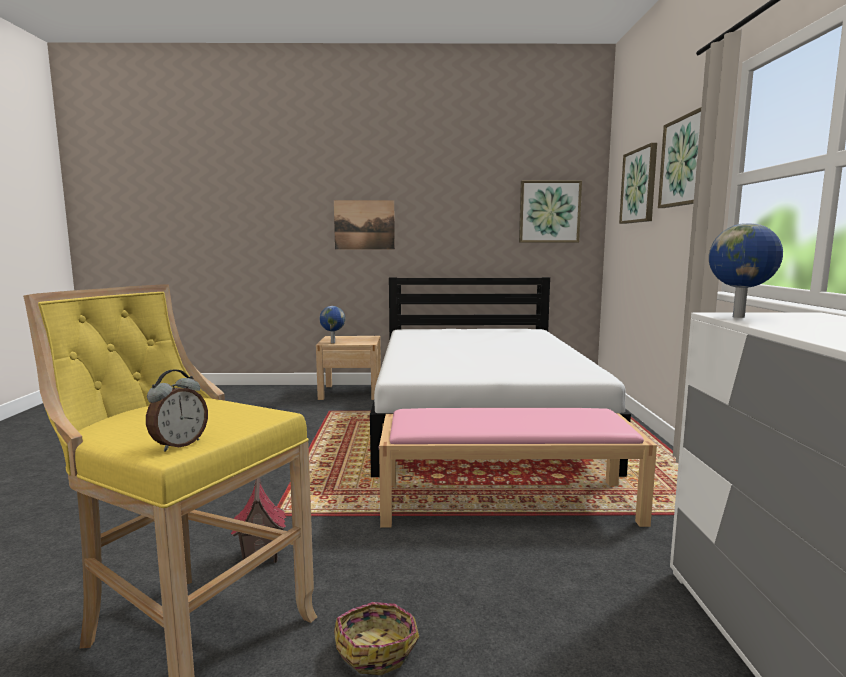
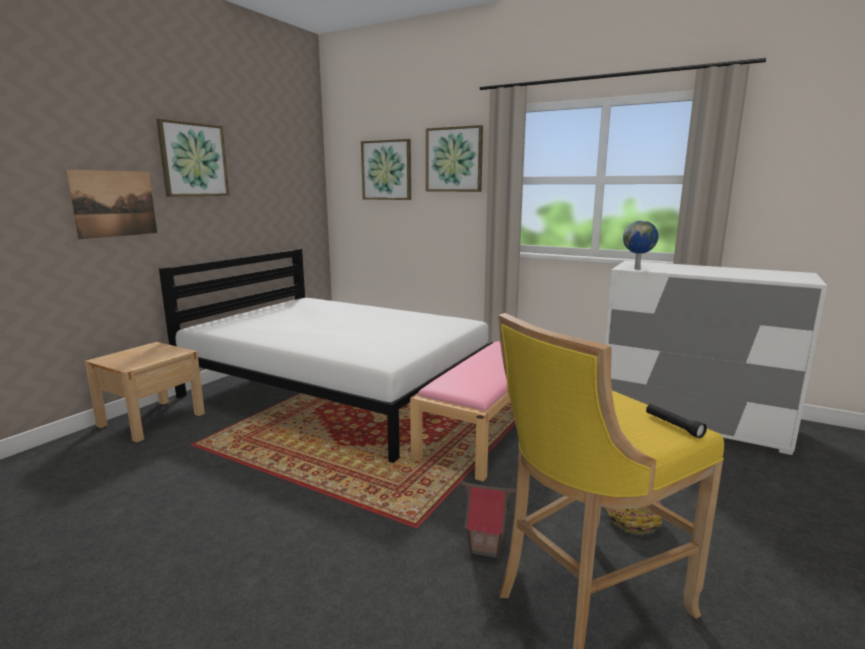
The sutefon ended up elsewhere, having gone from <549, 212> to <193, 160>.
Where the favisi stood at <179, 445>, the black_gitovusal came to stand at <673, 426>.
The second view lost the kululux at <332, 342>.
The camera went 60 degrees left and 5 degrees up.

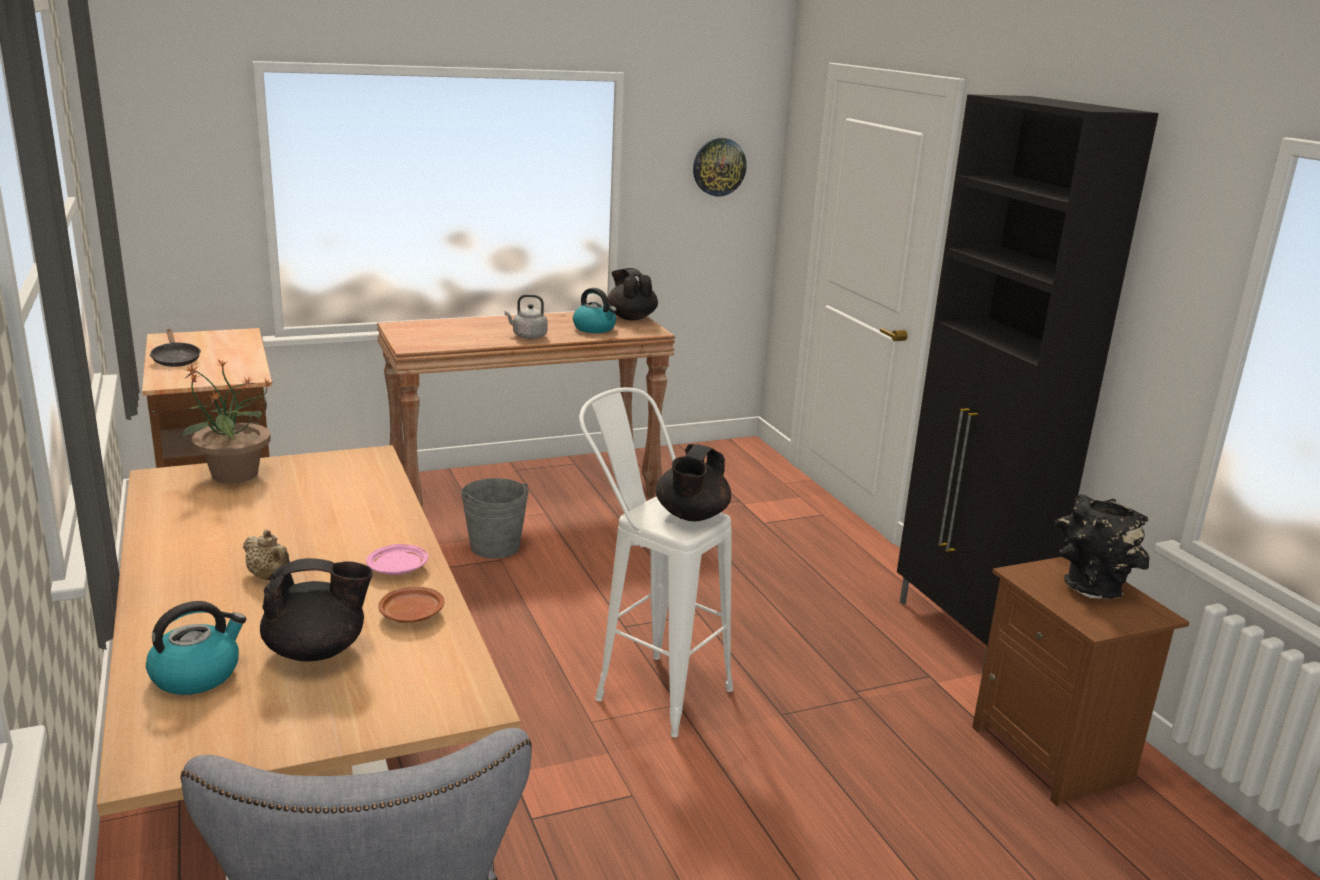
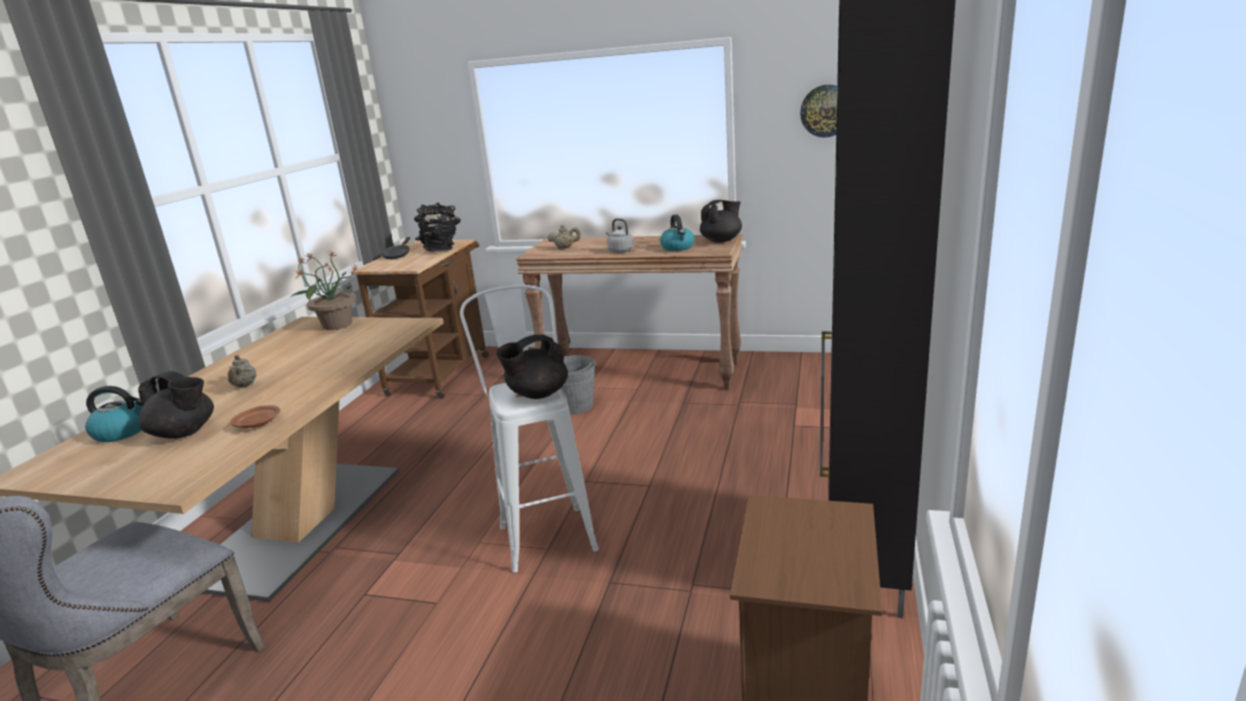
The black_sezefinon ended up elsewhere, having gone from <1089, 587> to <441, 249>.
The second view gained the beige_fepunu at <565, 248>.
The black_fepunu at <631, 317> ended up facing another way, 45 degrees clockwise from before.
The second view lost the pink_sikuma at <398, 569>.
The camera went 40 degrees right and 0 degrees up.

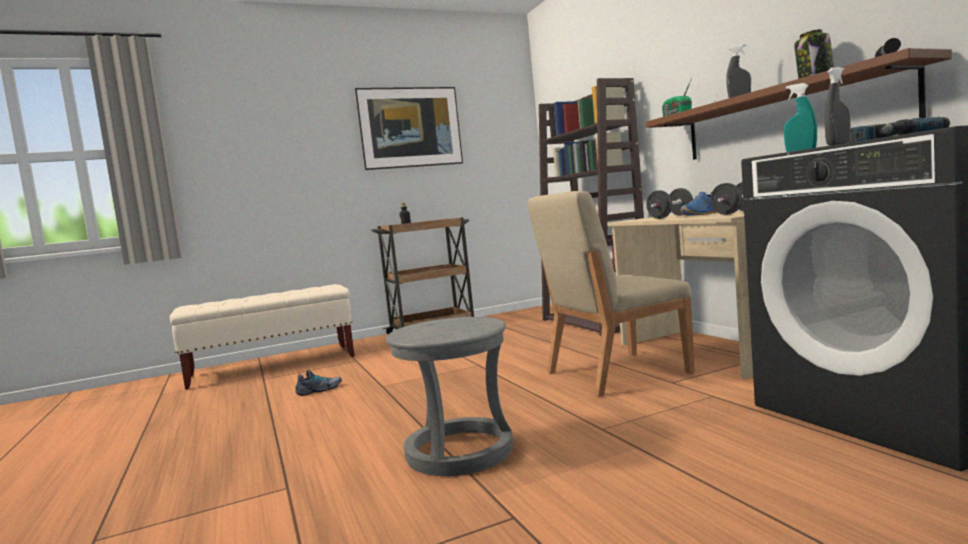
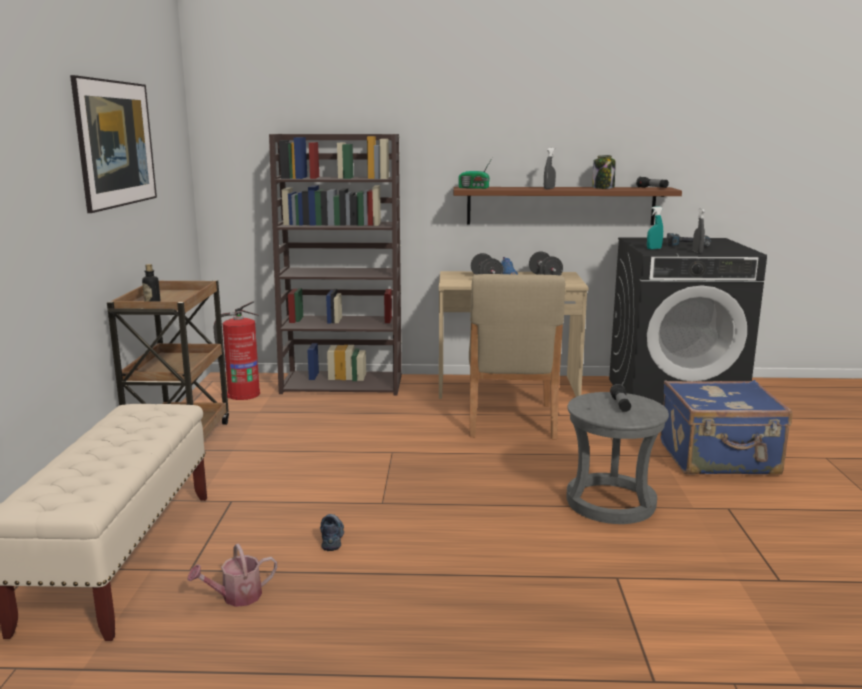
The second view gained the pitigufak at <236, 597>.
The second view gained the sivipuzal at <242, 394>.
The second view gained the gitovusal at <620, 405>.
The second view gained the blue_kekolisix at <719, 459>.
The camera went 65 degrees left and 10 degrees up.

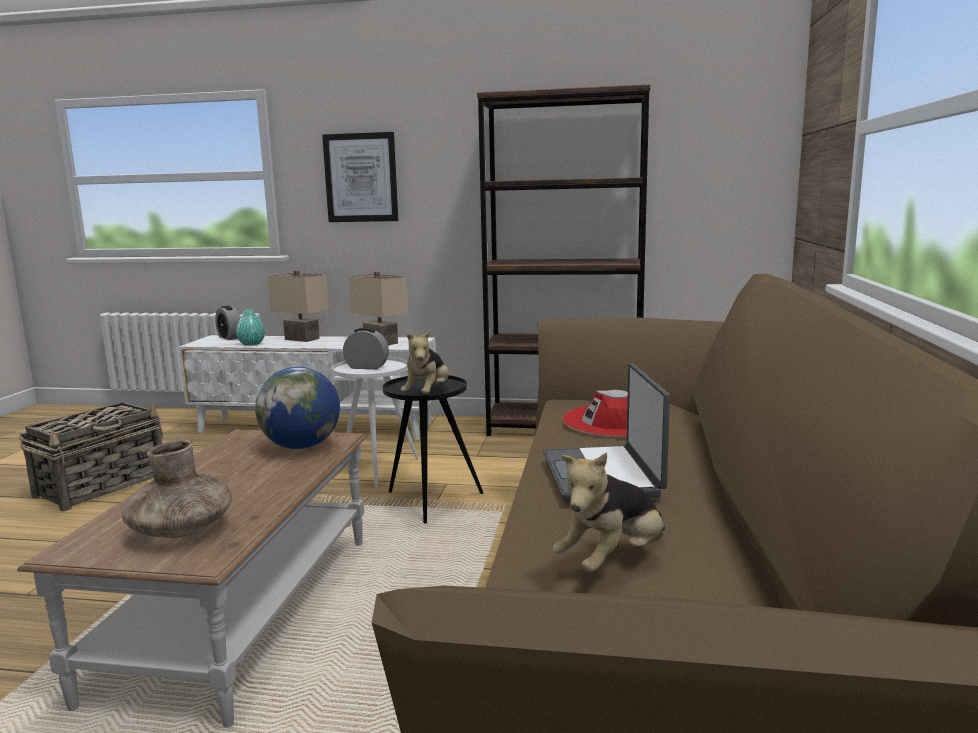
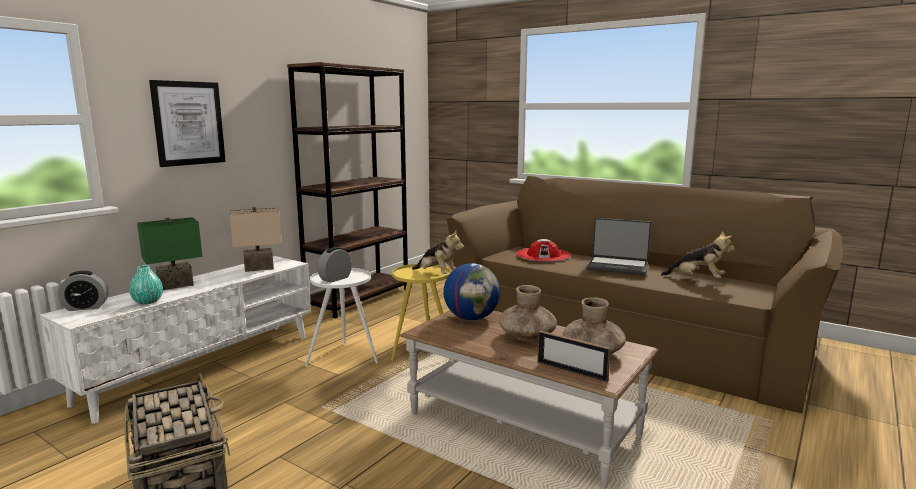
What was the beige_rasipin at <303, 339> turned into the green_rasipin at <175, 285>.
What was the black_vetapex at <430, 500> turned into the yellow_vetapex at <422, 351>.
The second view gained the brown_sezefinon at <527, 336>.
The second view gained the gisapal at <571, 372>.
The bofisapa at <613, 560> ended up facing another way, 45 degrees counterclockwise from before.
The camera went 65 degrees left and 0 degrees up.

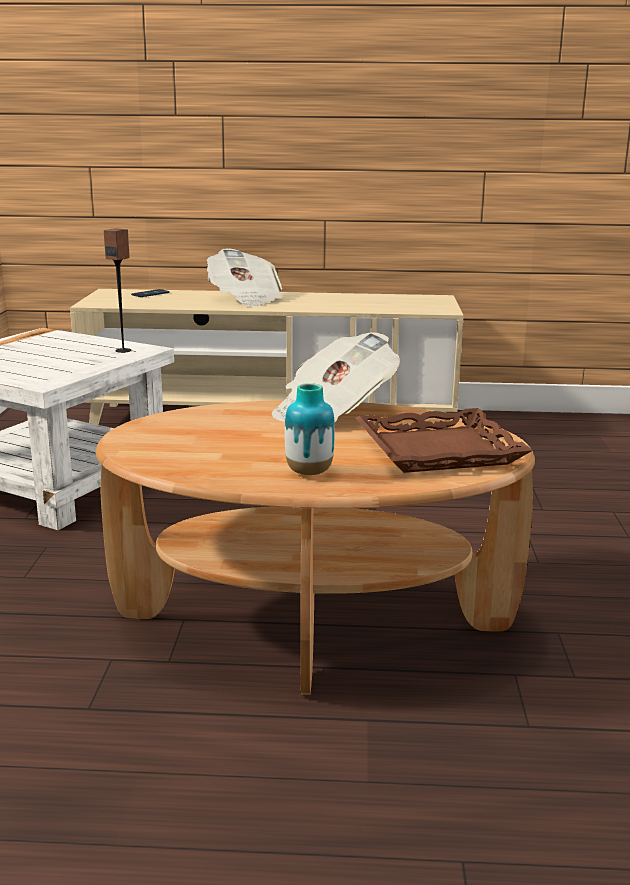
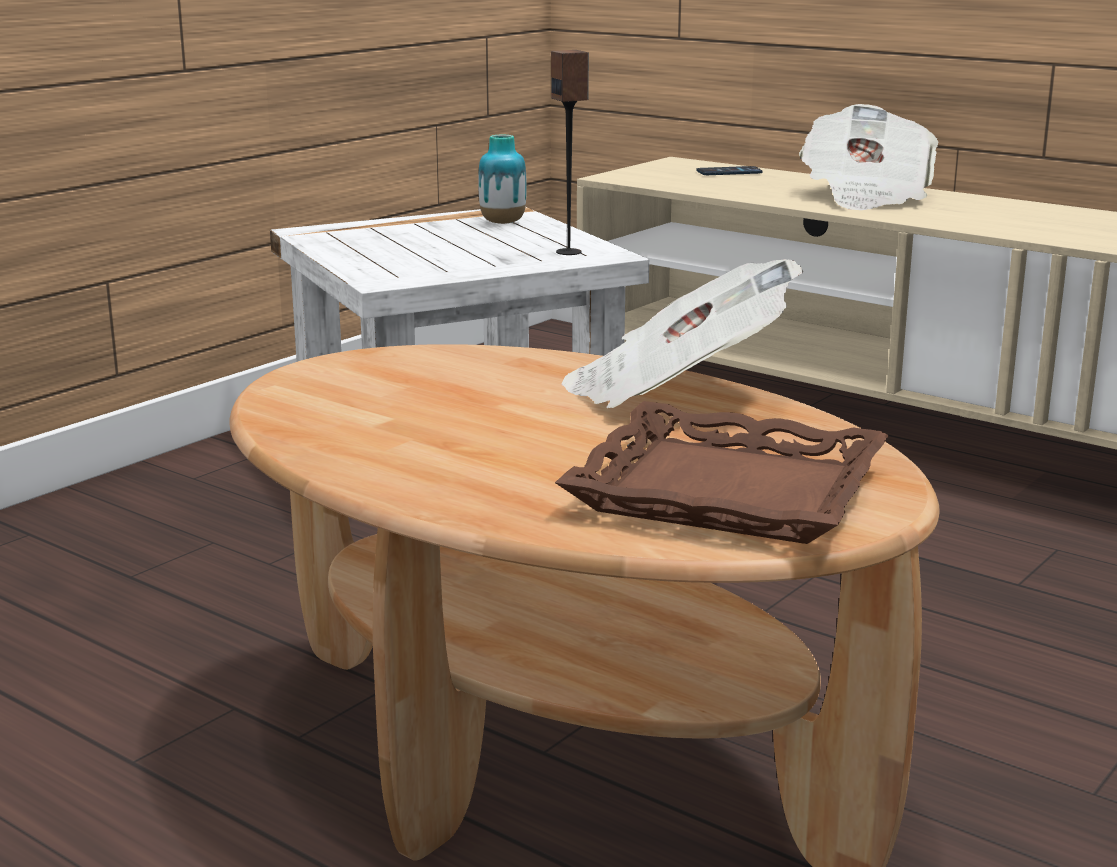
The sezefinon ended up elsewhere, having gone from <309, 472> to <502, 222>.
The camera went 35 degrees right and 0 degrees up.

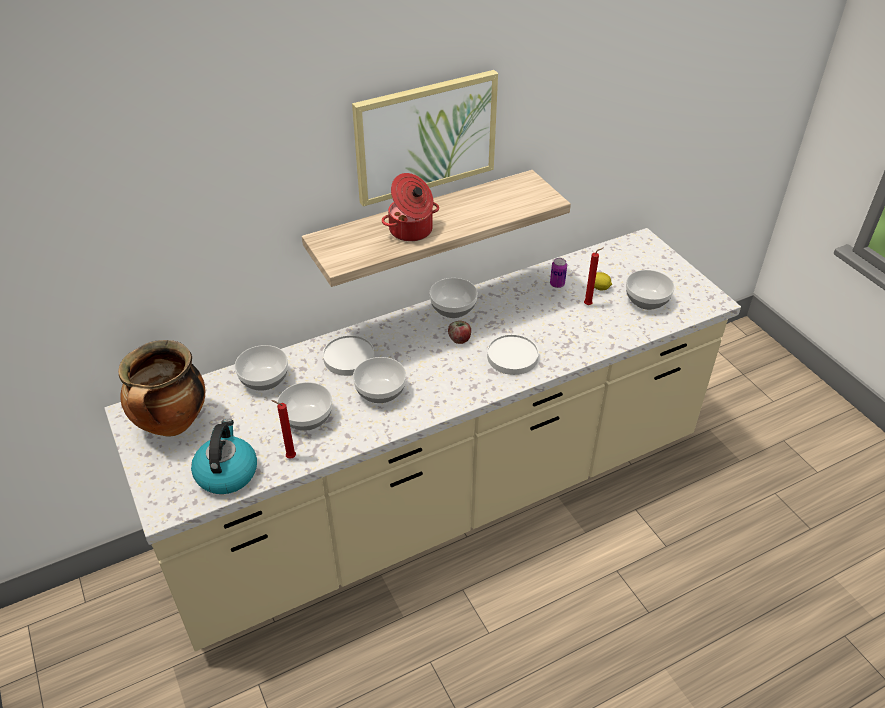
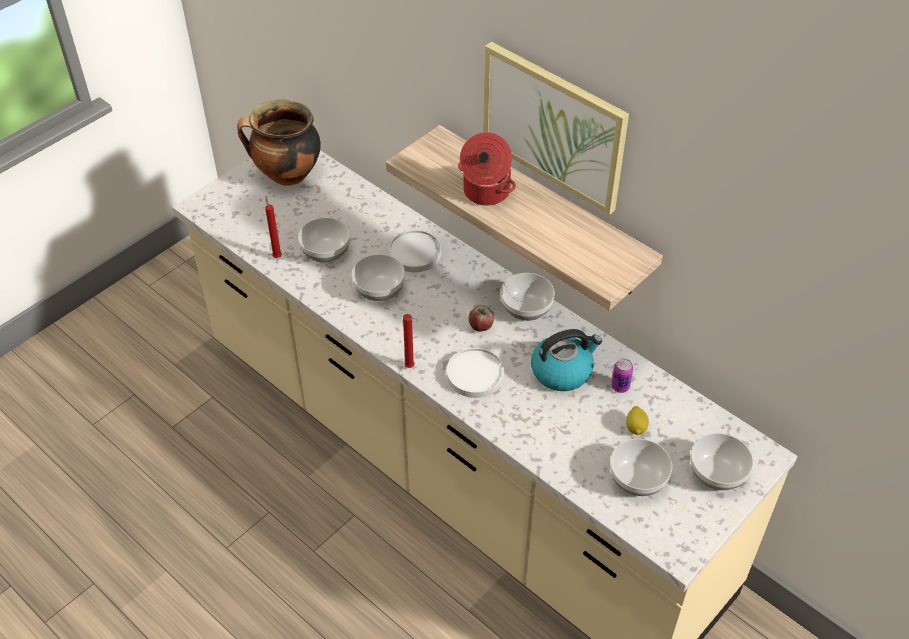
The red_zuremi ended up elsewhere, having gone from <589, 305> to <410, 368>.
The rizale ended up elsewhere, having gone from <226, 472> to <562, 371>.
The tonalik ended up elsewhere, having gone from <265, 380> to <717, 474>.
The camera went 70 degrees right and 5 degrees up.

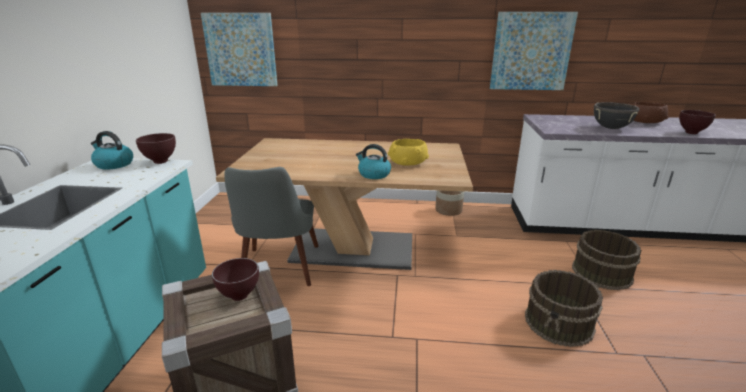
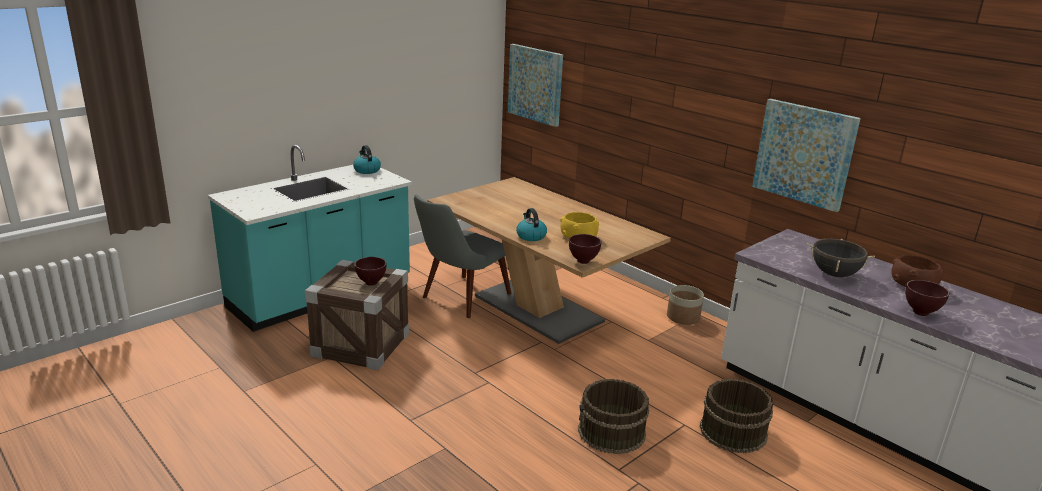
The brown_tonalik ended up elsewhere, having gone from <160, 162> to <582, 261>.
The camera went 40 degrees right and 0 degrees up.

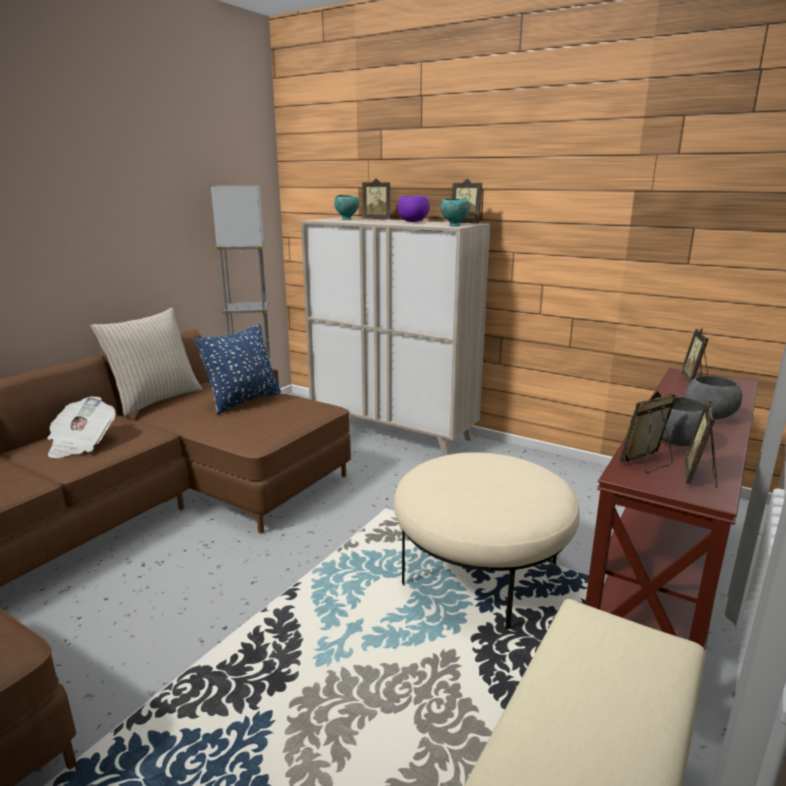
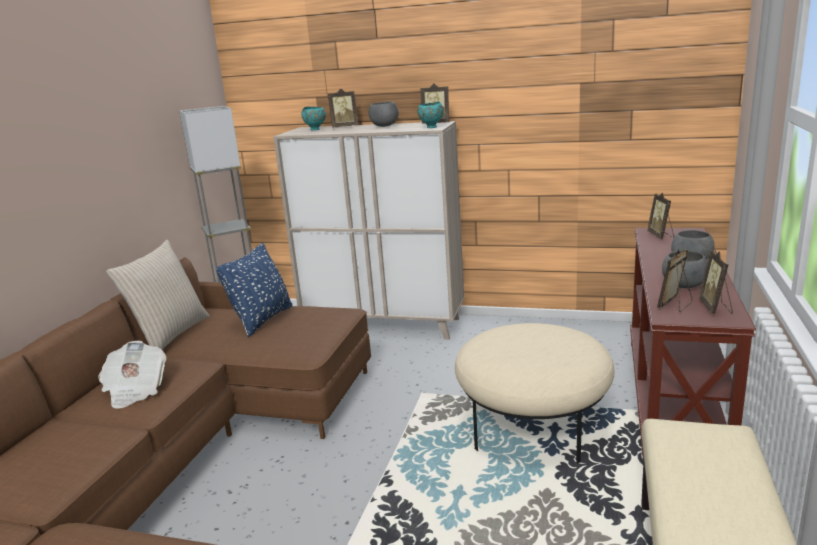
What was the purple_tonalik at <413, 222> turned into the grey_tonalik at <385, 126>.
The camera went 15 degrees left and 0 degrees up.

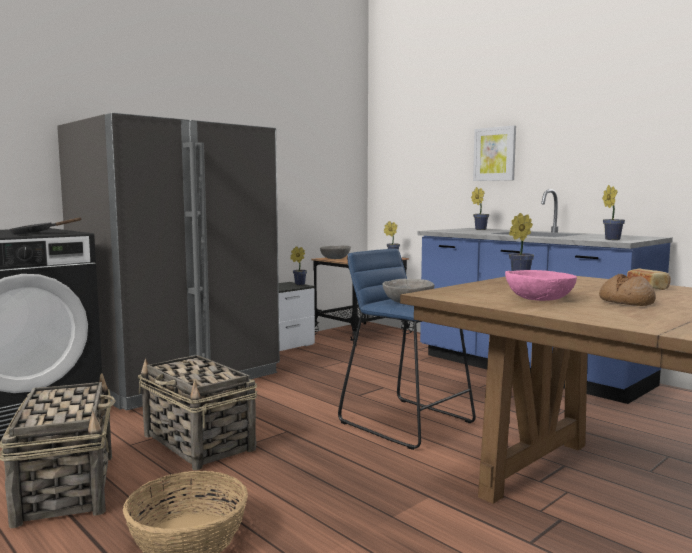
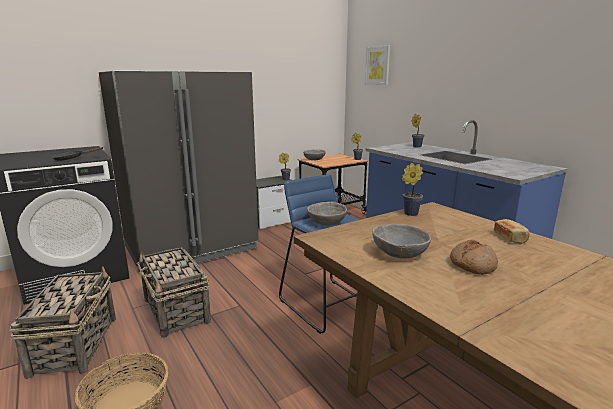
The sutefon ended up elsewhere, having gone from <495, 154> to <378, 65>.
What was the pink_tonalik at <538, 299> turned into the grey_tonalik at <399, 253>.
The second view lost the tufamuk at <611, 239>.
The camera went 10 degrees right and 10 degrees up.

